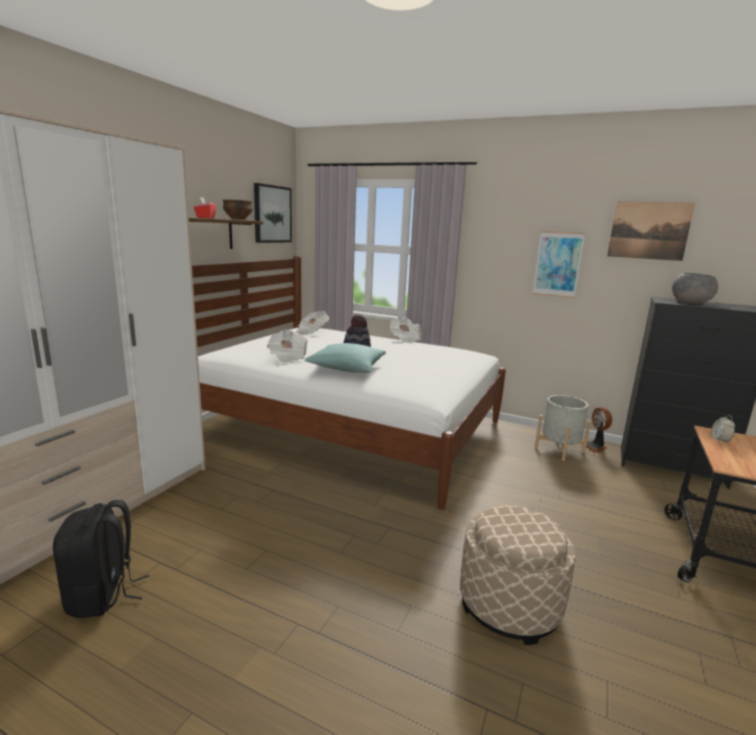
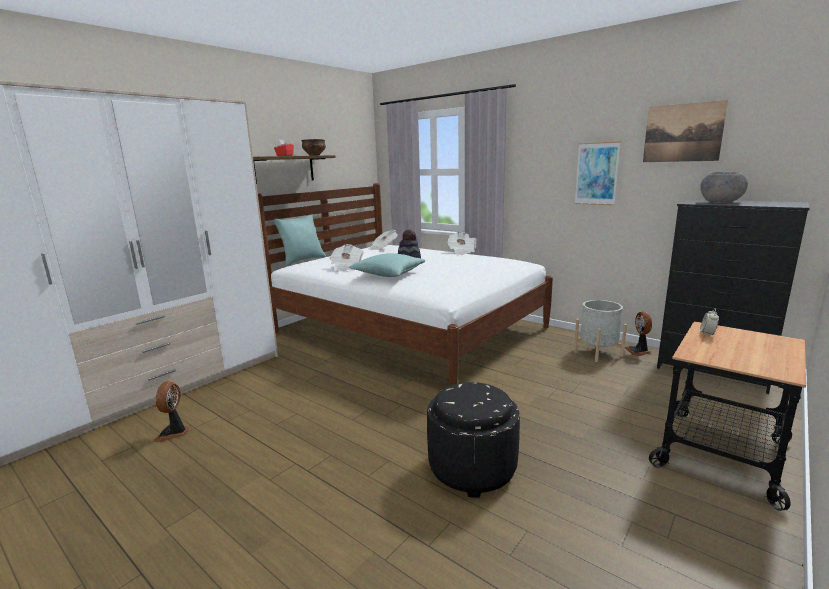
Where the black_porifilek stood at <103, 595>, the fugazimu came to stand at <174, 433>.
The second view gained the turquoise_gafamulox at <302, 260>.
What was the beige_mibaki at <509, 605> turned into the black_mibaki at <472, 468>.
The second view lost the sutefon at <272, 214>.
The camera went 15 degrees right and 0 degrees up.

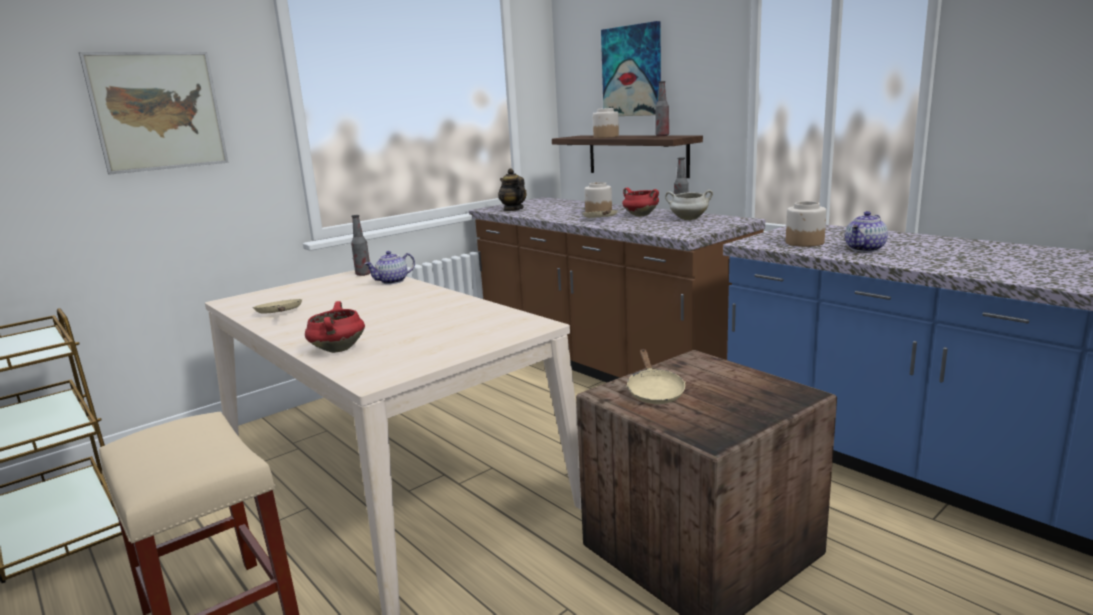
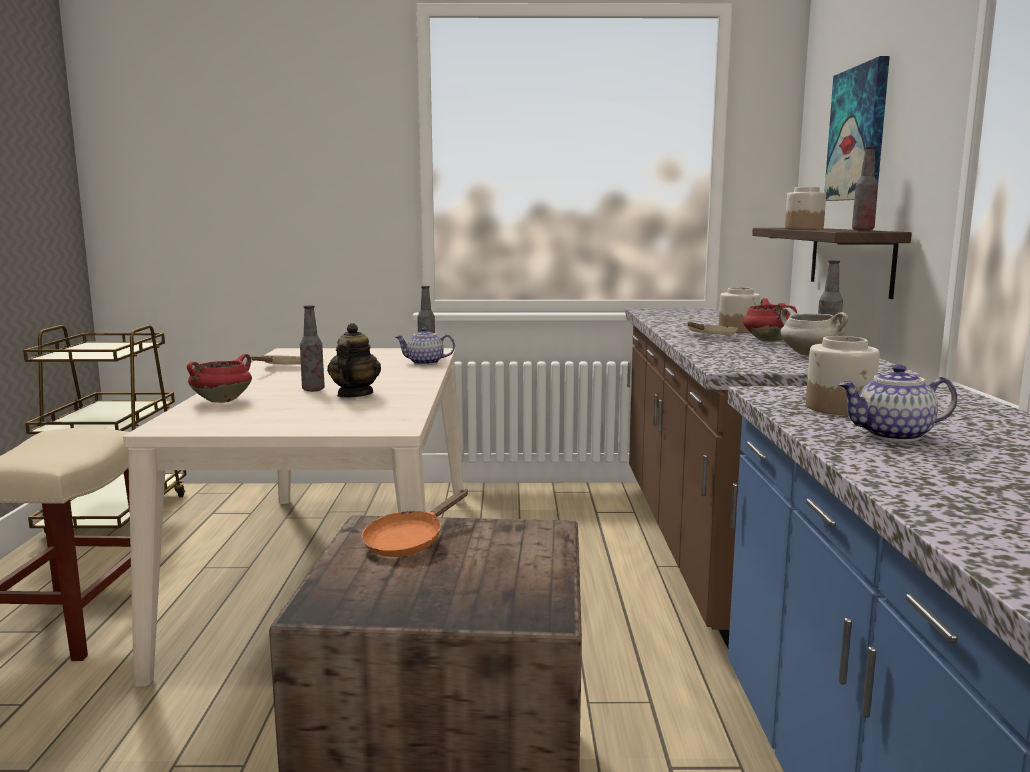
The second view gained the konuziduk at <313, 390>.
The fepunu ended up elsewhere, having gone from <513, 209> to <354, 395>.
What was the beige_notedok at <654, 392> turned into the orange_notedok at <409, 542>.
The second view lost the sutefon at <158, 111>.
The camera went 40 degrees right and 5 degrees down.

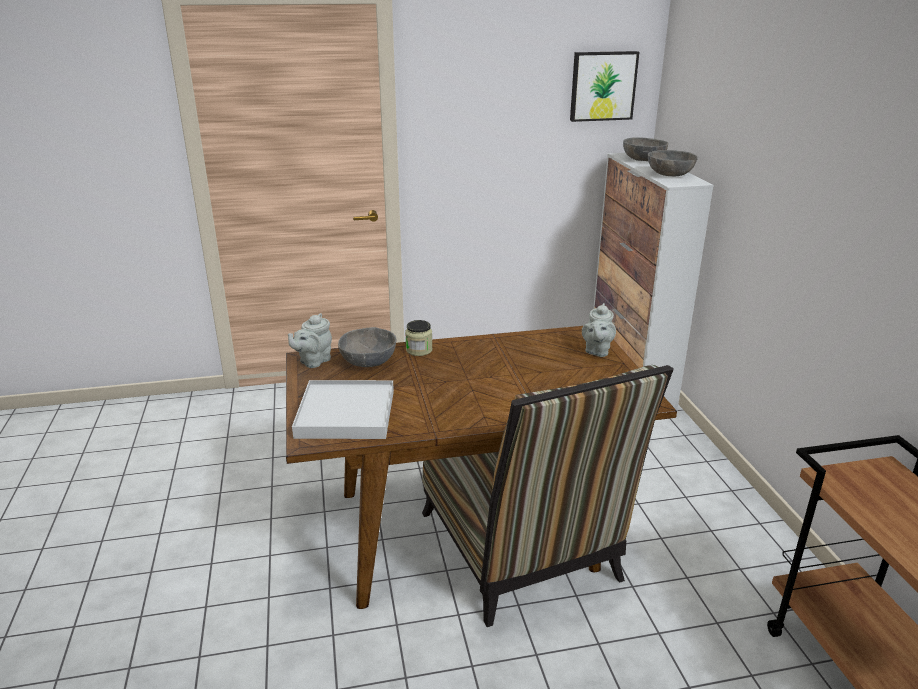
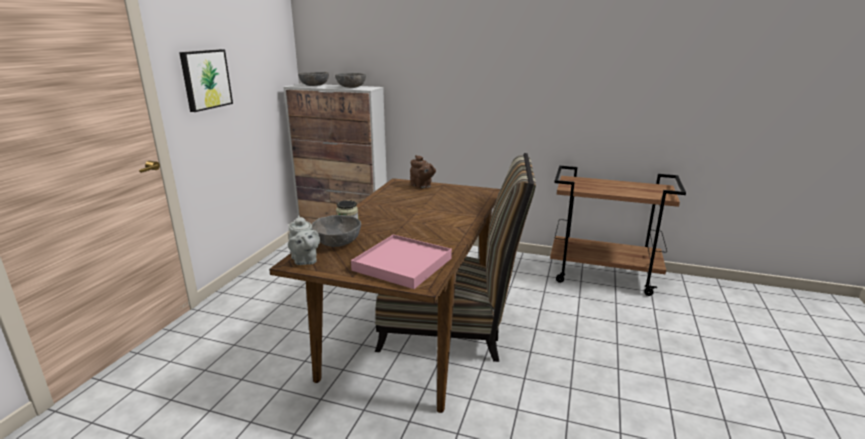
The sutefon ended up elsewhere, having gone from <602, 86> to <205, 79>.
What was the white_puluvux at <346, 413> turned into the pink_puluvux at <402, 264>.
What was the grey_fepunu at <597, 351> turned into the brown_fepunu at <422, 186>.
The camera went 60 degrees left and 5 degrees down.

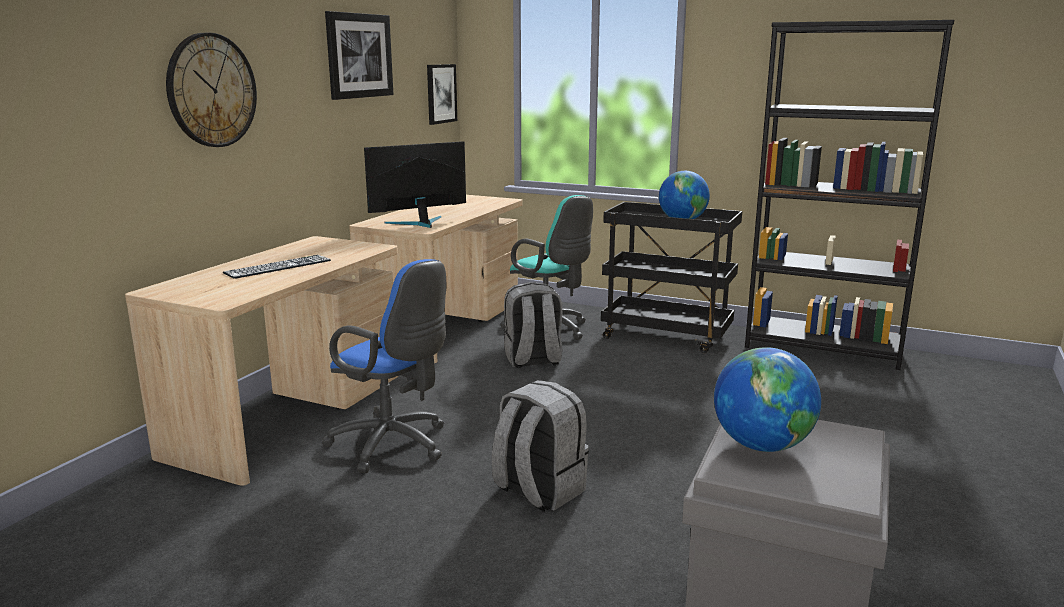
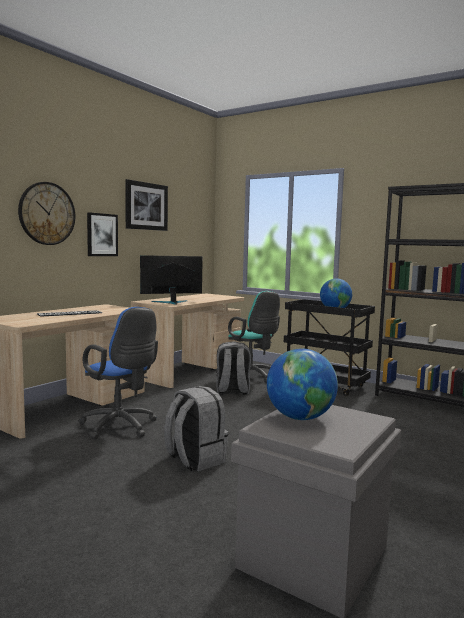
The sutefon ended up elsewhere, having gone from <441, 93> to <102, 235>.
The camera went 10 degrees right and 10 degrees down.

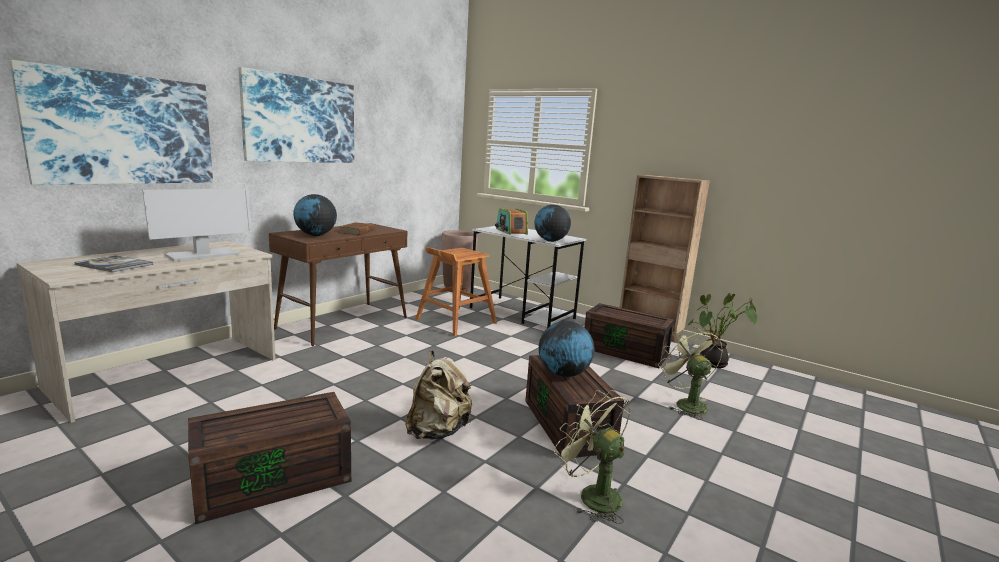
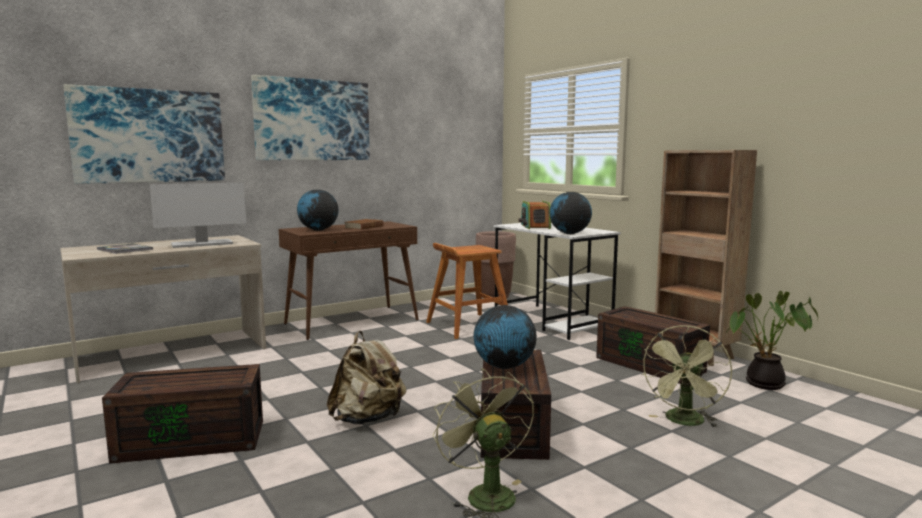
The green_fugazimu at <685, 404> ended up facing another way, 150 degrees counterclockwise from before.
The camera went 20 degrees right and 5 degrees down.

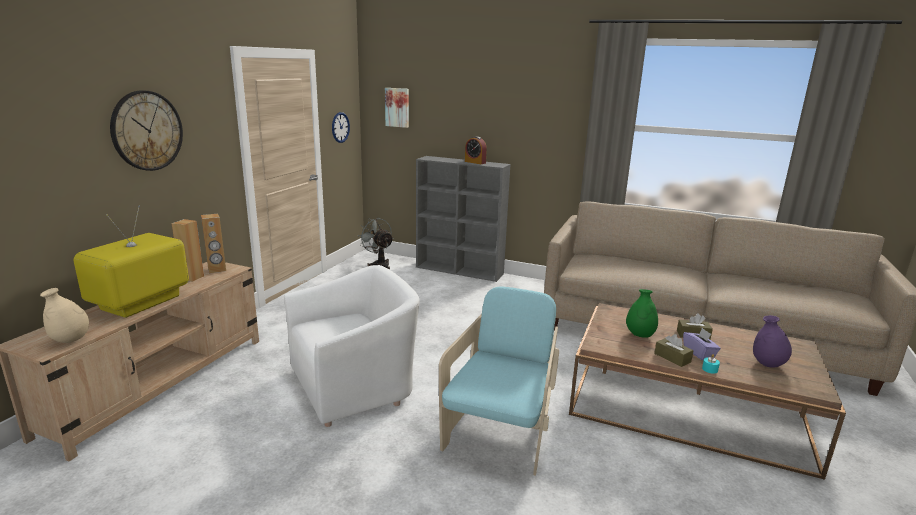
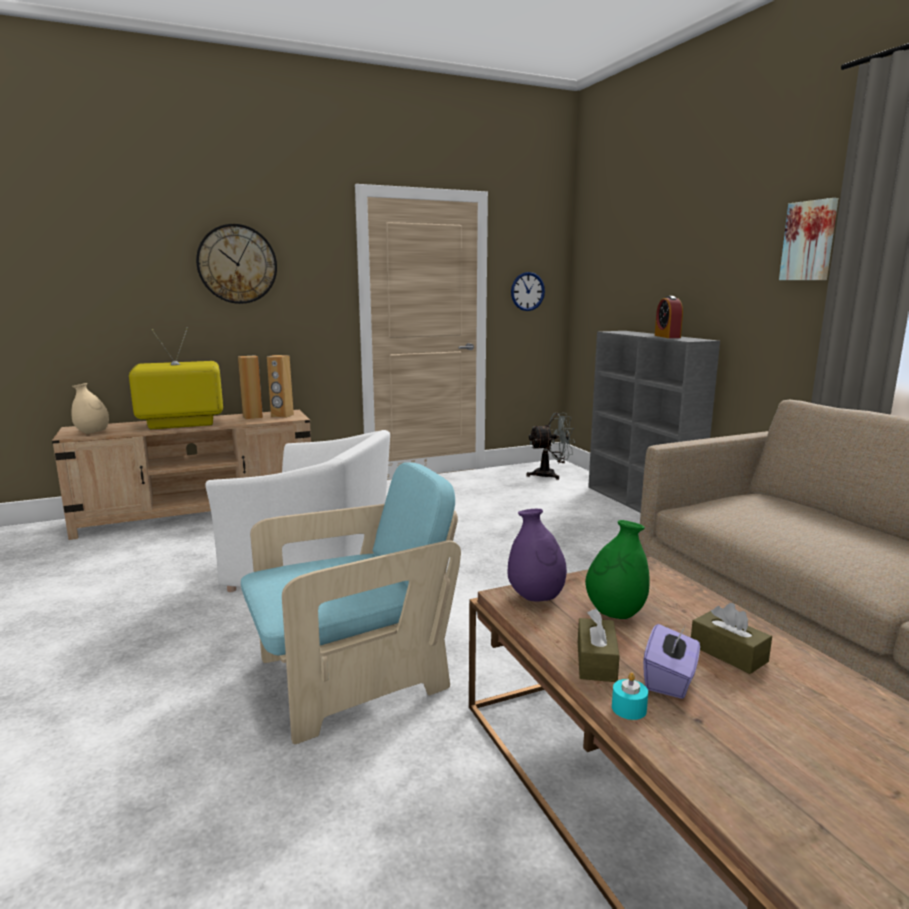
The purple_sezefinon ended up elsewhere, having gone from <767, 364> to <536, 598>.
The grey_fugazimu at <379, 264> ended up facing another way, 75 degrees clockwise from before.
The sutefon ended up elsewhere, having gone from <397, 107> to <809, 241>.
The camera went 45 degrees right and 5 degrees down.

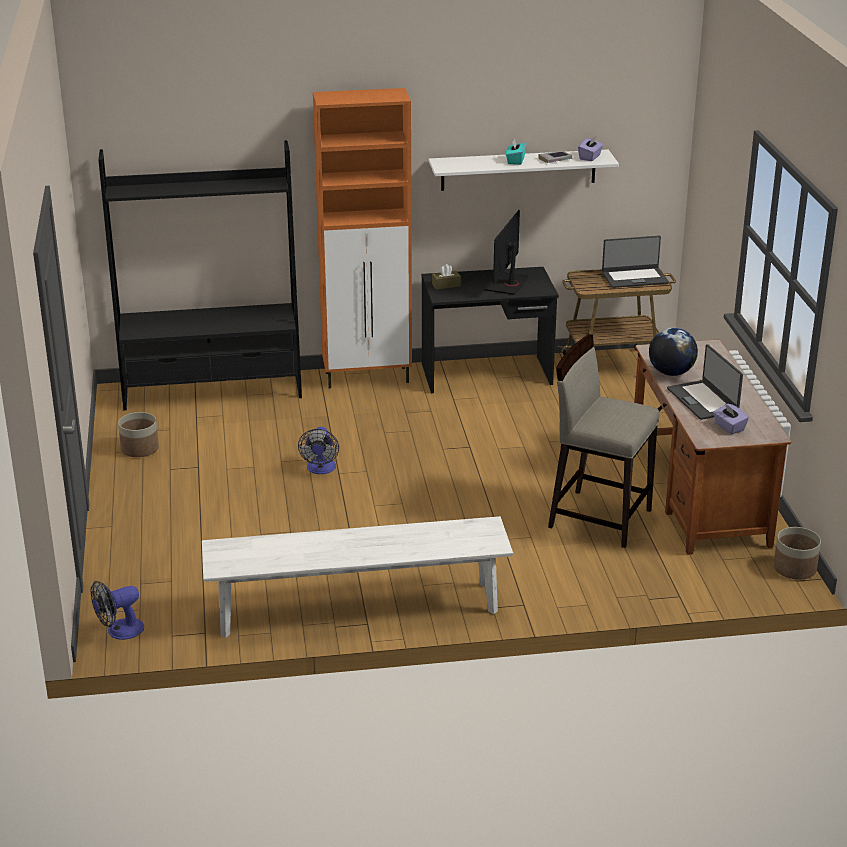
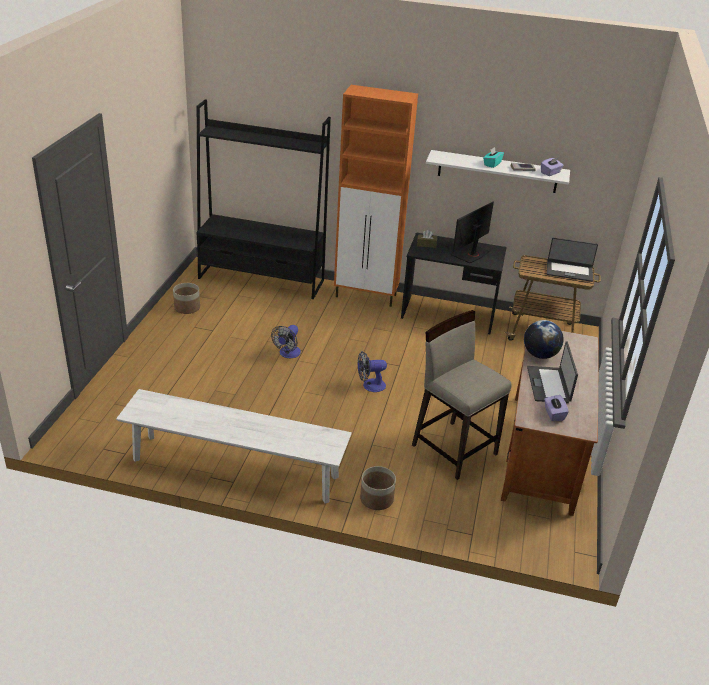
The fugazimu ended up elsewhere, having gone from <119, 631> to <370, 385>.
The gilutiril ended up elsewhere, having gone from <794, 568> to <376, 498>.
The camera went 20 degrees right and 5 degrees up.

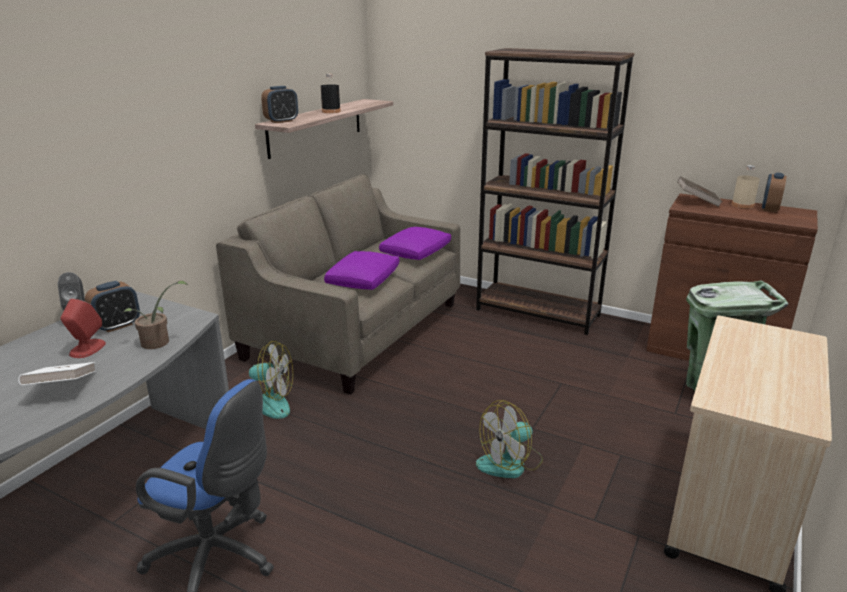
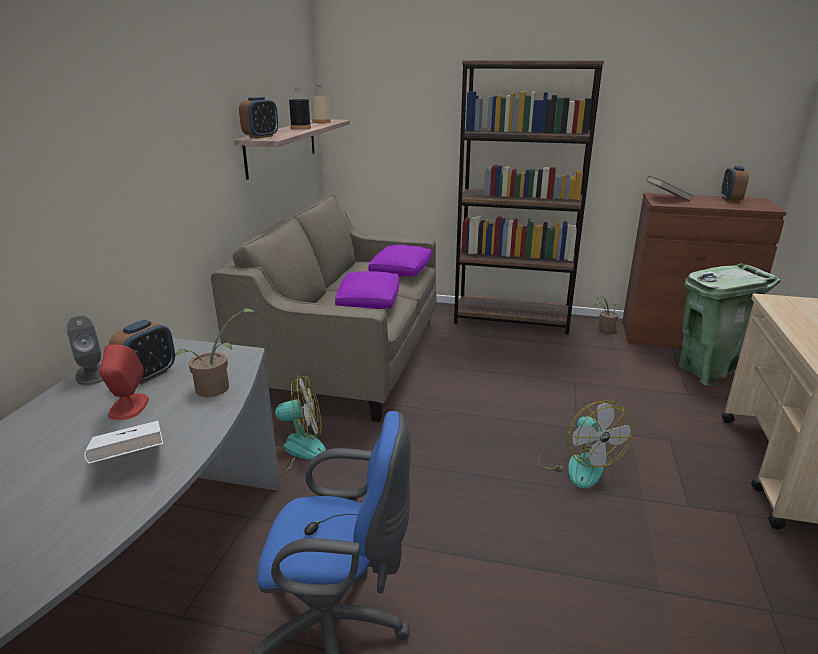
The beige_konuziduk ended up elsewhere, having gone from <742, 205> to <321, 122>.
The fugazimu at <510, 463> ended up facing another way, 60 degrees counterclockwise from before.
The second view gained the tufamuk at <604, 328>.
The camera went 15 degrees left and 0 degrees up.

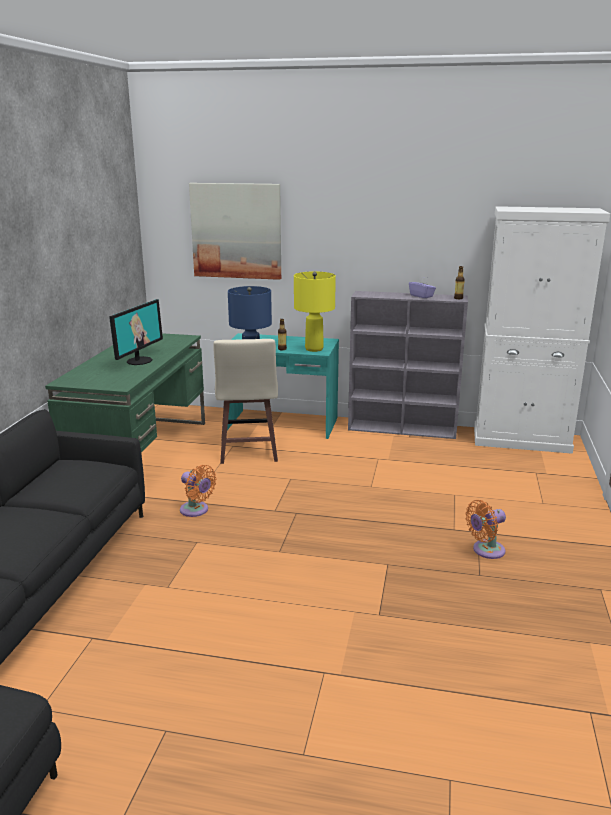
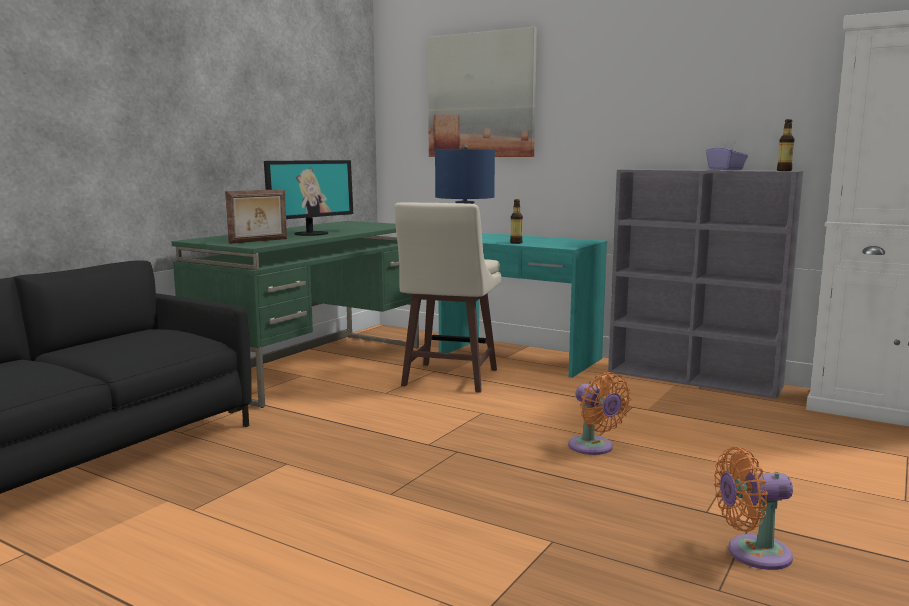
The second view gained the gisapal at <259, 241>.
The orange_fugazimu ended up elsewhere, having gone from <196, 510> to <594, 448>.
The second view lost the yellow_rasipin at <313, 349>.
The camera went 20 degrees right and 10 degrees down.

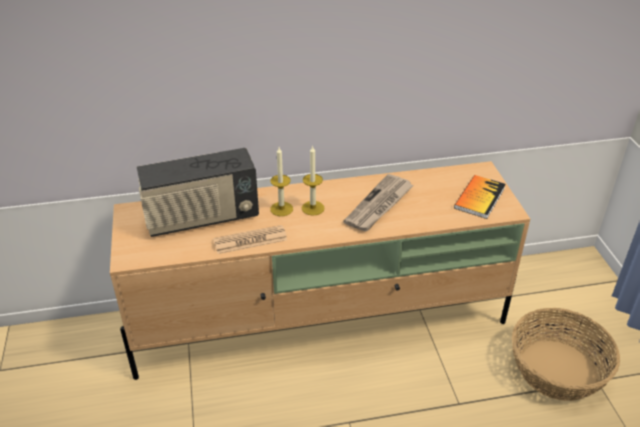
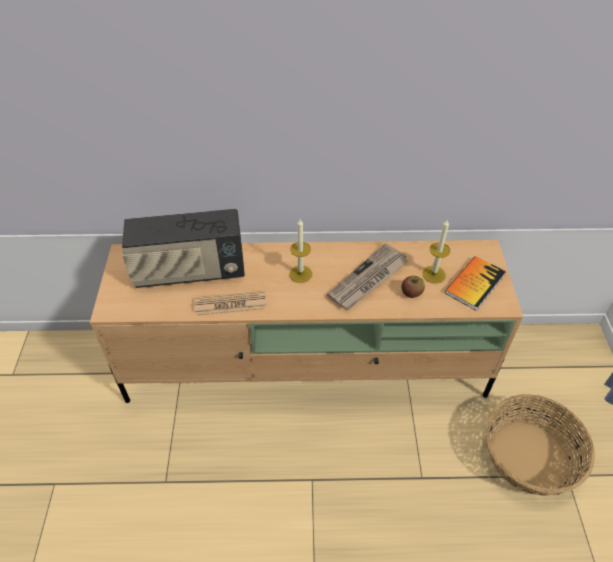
The second view gained the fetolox at <411, 293>.
The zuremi ended up elsewhere, having gone from <281, 209> to <433, 274>.
The camera went 10 degrees right and 10 degrees up.

